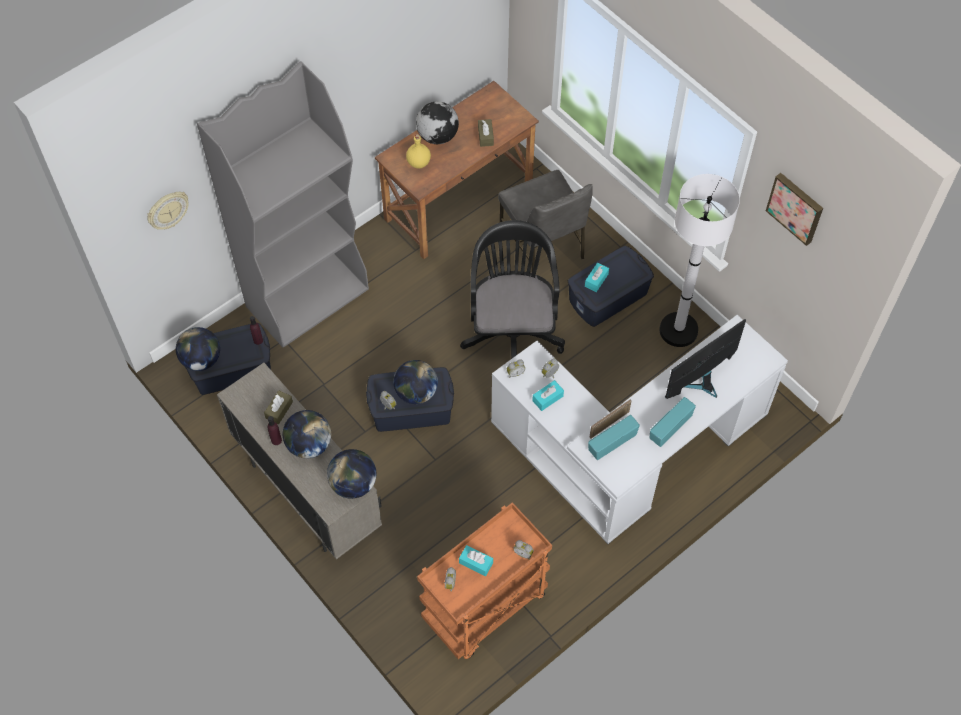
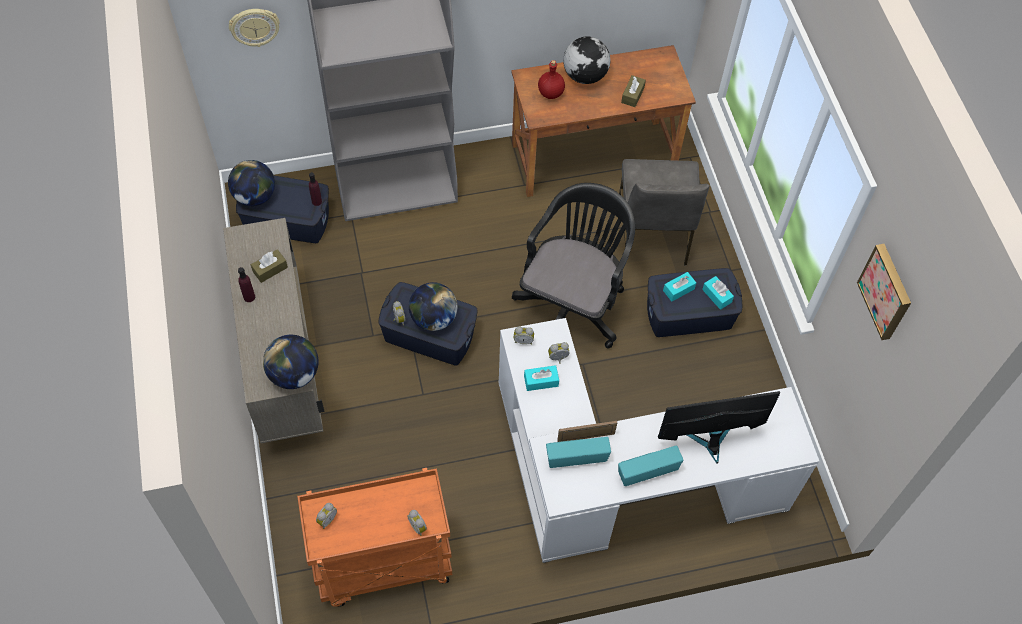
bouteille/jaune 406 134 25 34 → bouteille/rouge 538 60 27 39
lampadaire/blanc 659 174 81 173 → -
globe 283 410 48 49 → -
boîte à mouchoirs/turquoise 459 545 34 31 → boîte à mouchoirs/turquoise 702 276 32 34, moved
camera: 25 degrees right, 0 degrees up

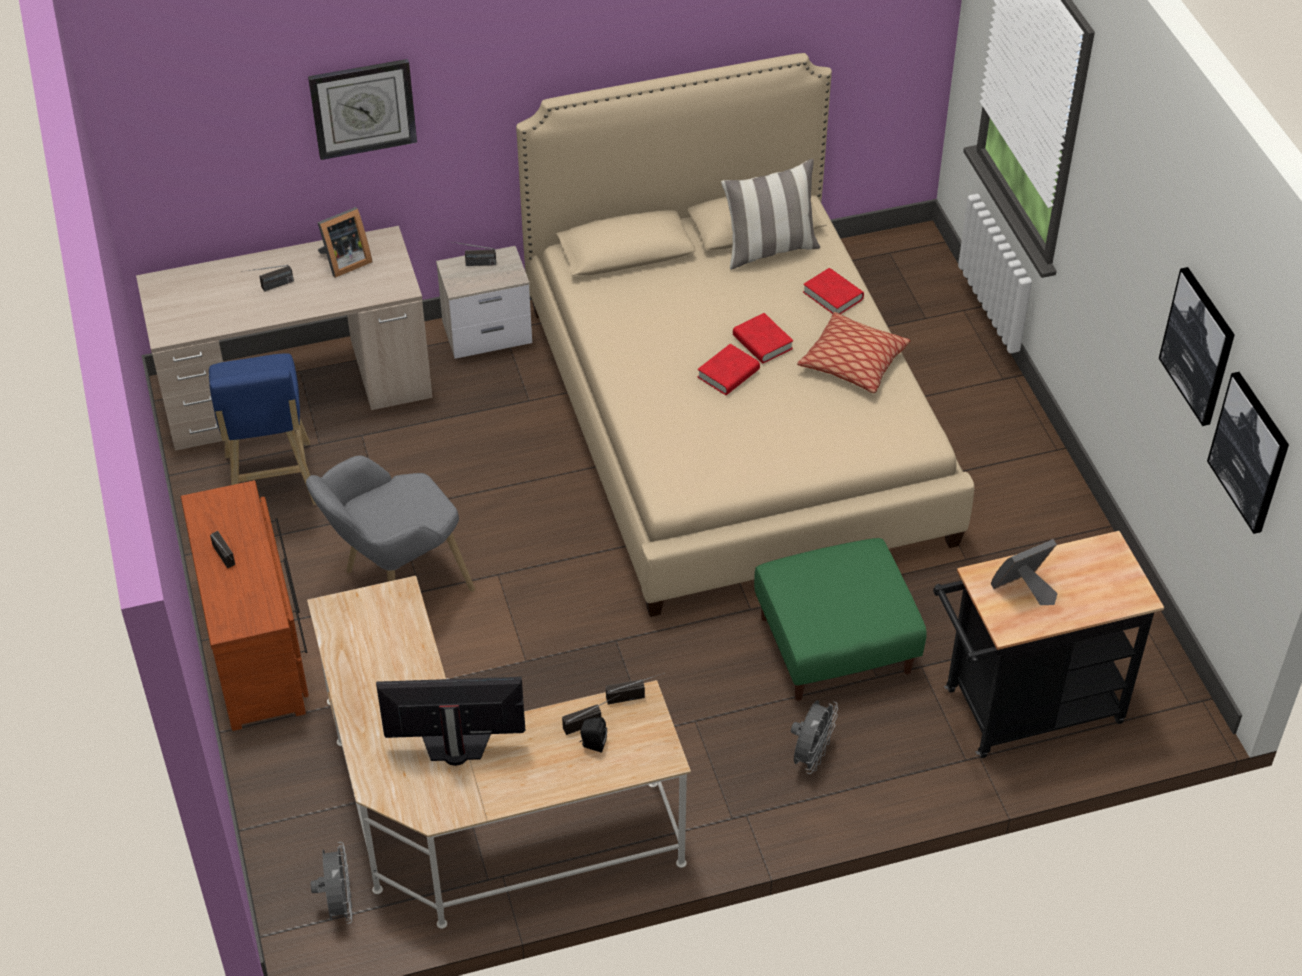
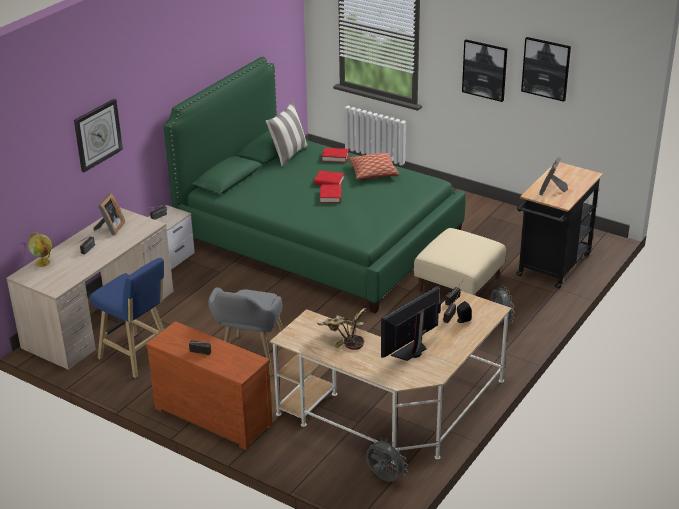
lit/beige 516 53 458 564 → lit/vert 164 57 302 256
tableau 1207 372 82 162 → tableau 462 40 45 62, moved
pouf/vert 754 538 173 163 → pouf/beige 414 228 92 67
- → globe 28 232 24 35
- → plante en pot 317 308 50 42
camera: 40 degrees left, 15 degrees down

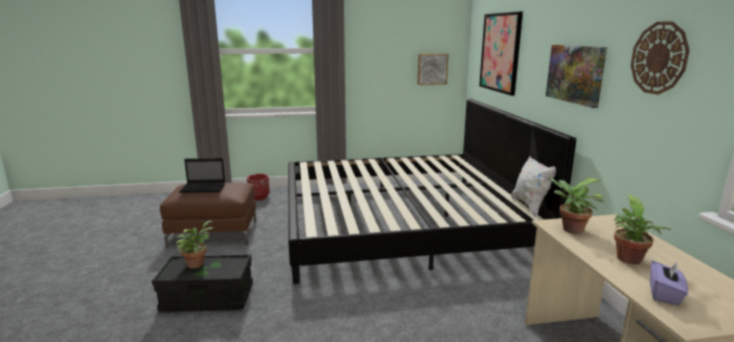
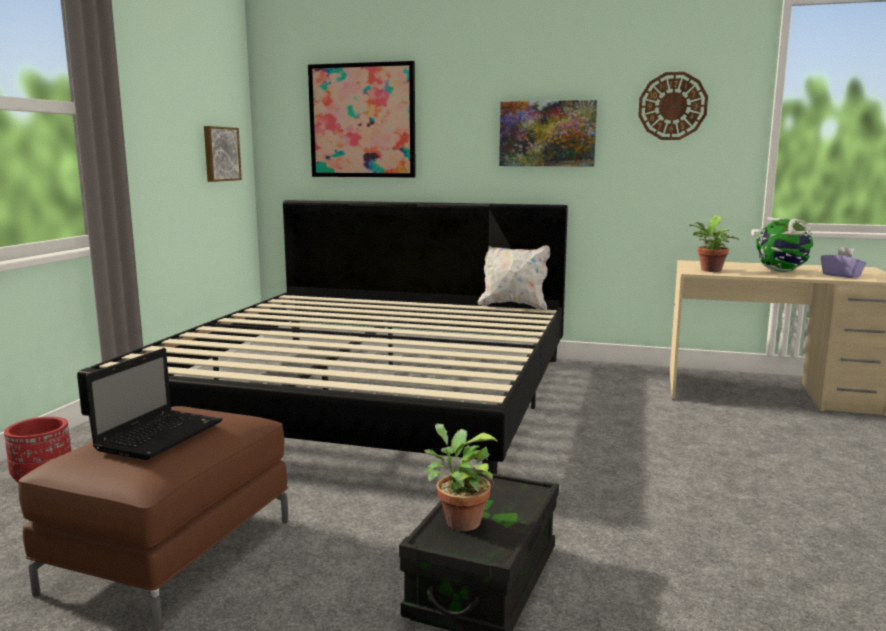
plante en pot 614 195 57 69 → globe 756 217 57 55
camera: 65 degrees left, 5 degrees down

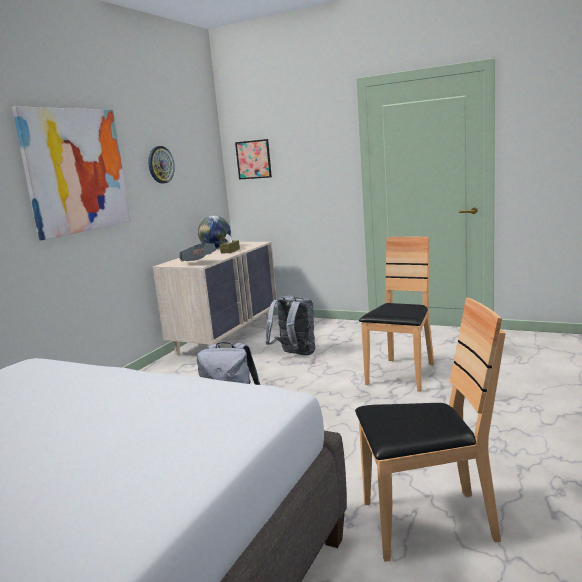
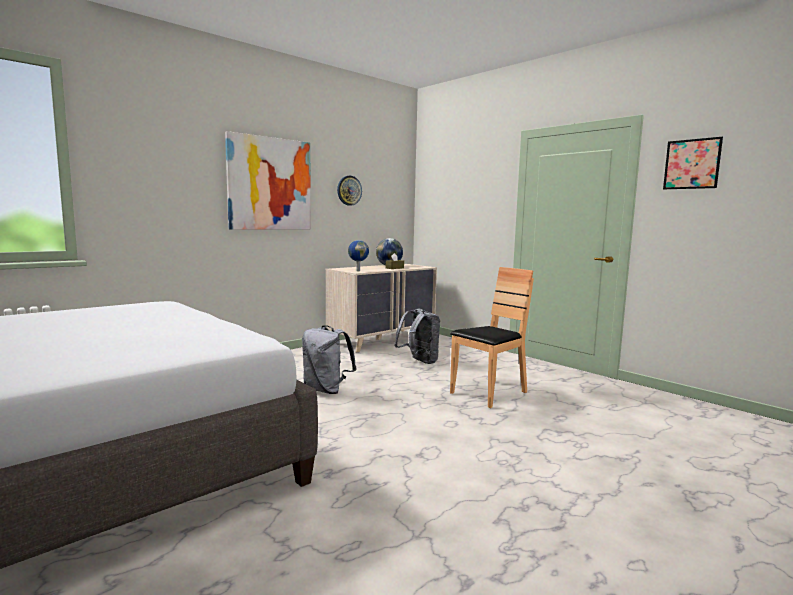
tableau 235 139 37 41 → tableau 663 137 60 52, moved
journal 180 243 36 18 → globe 348 240 21 31
chaise/marron 355 298 151 264 → -
camera: 20 degrees right, 5 degrees down

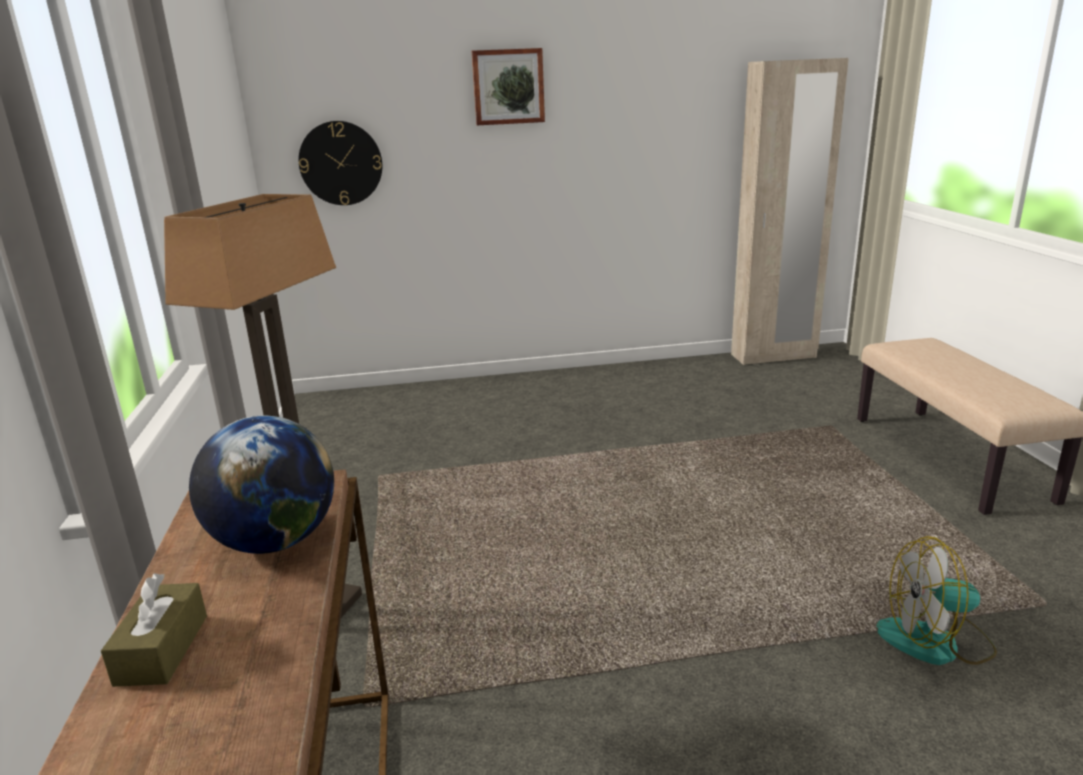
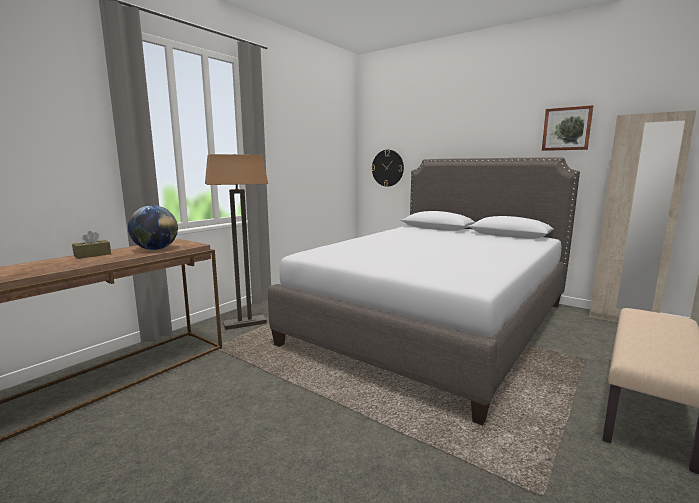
tableau 472 48 73 77 → tableau 542 105 51 46, moved
ventilateur 876 536 121 129 → -
- → lit/gris 268 158 312 268
camera: 45 degrees right, 10 degrees down

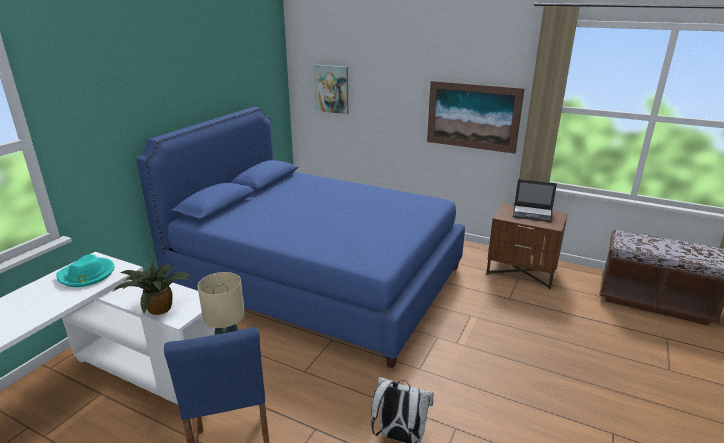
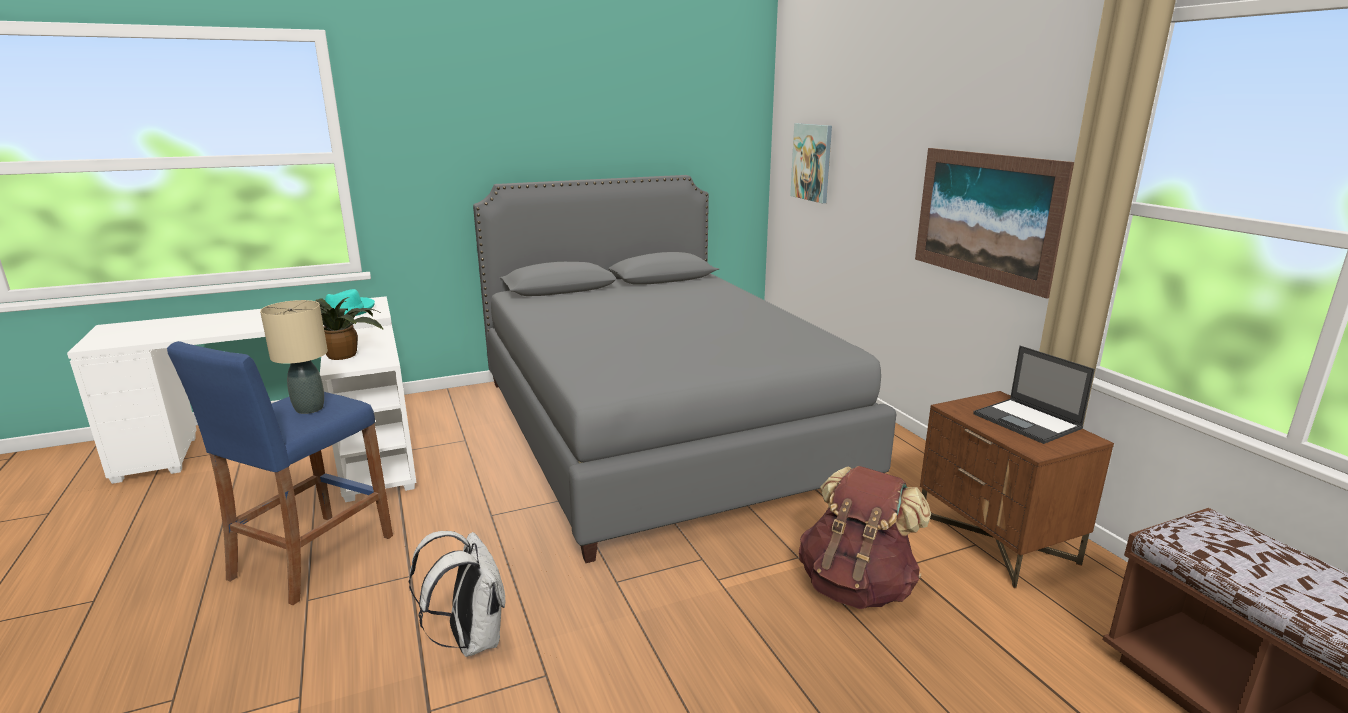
lit/bleu 136 107 329 261 → lit/gris 473 175 423 388
- → sac à dos/marron 799 466 132 143
camera: 40 degrees right, 5 degrees down

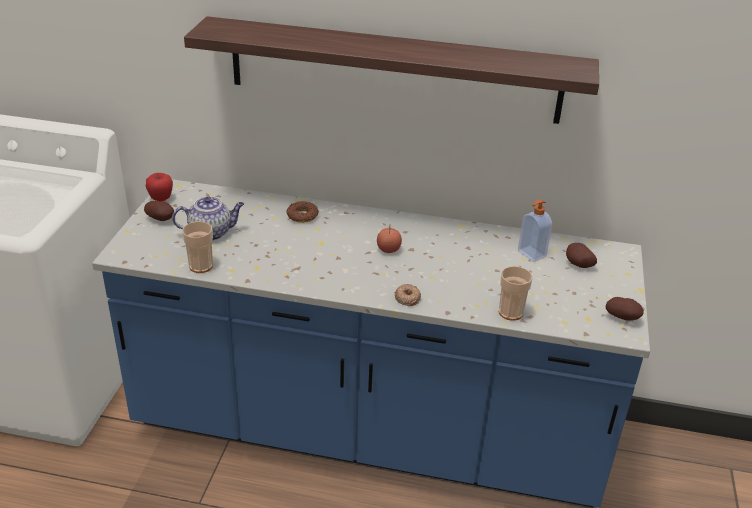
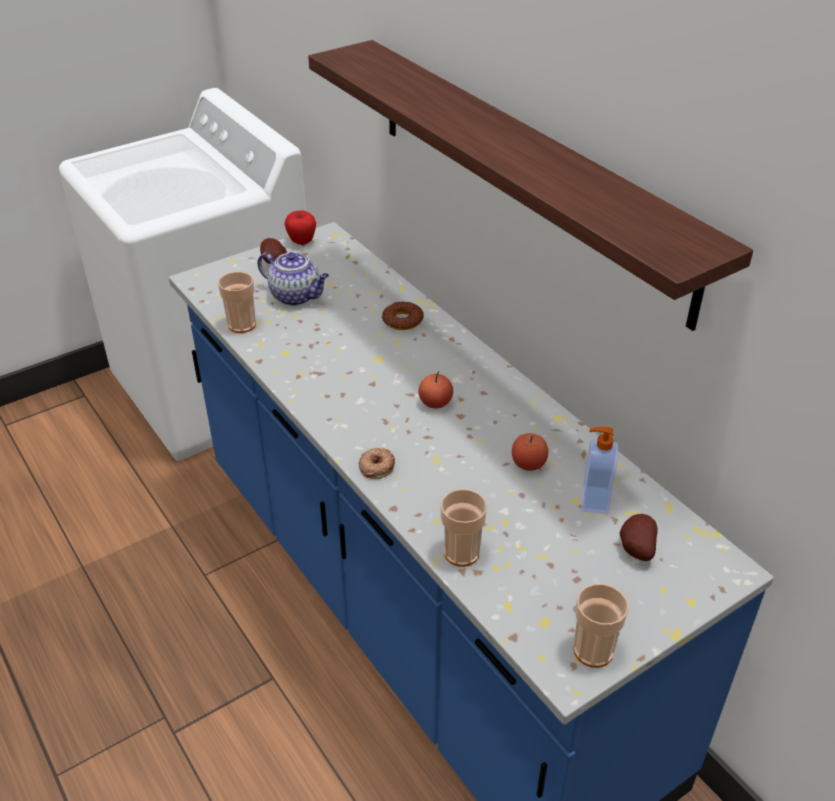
pomme de terre 606 297 38 23 → tasse 574 584 55 84
- → pomme 512 433 36 38
camera: 45 degrees right, 5 degrees up

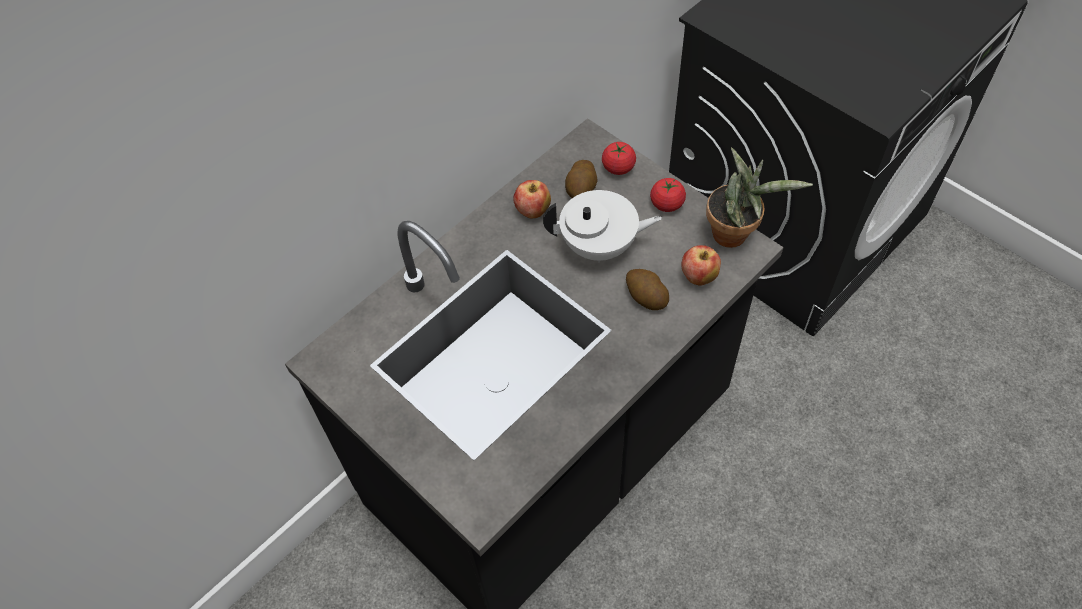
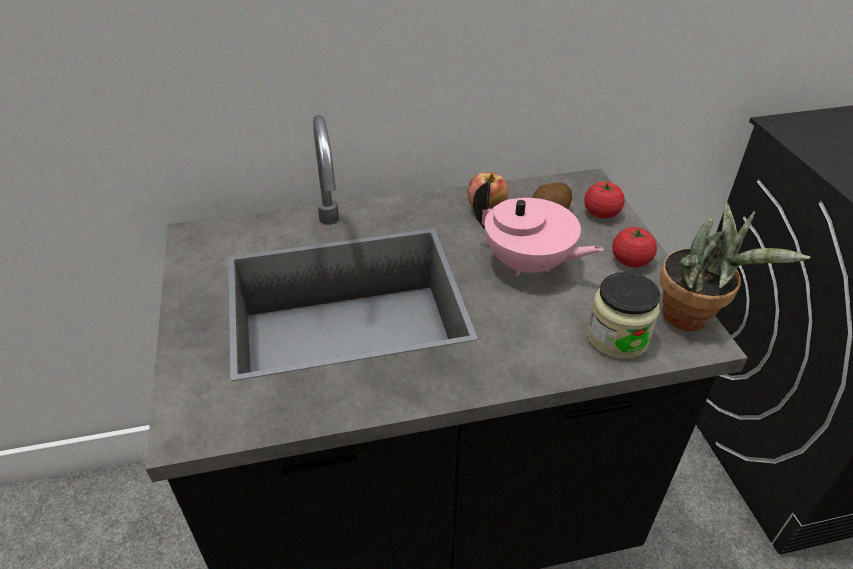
théière/blanc 543 190 119 73 → théière/rose 473 180 131 97
pomme 681 245 40 41 → bocal 587 272 73 88
pomme de terre 626 269 43 41 → -
camera: 30 degrees right, 15 degrees down

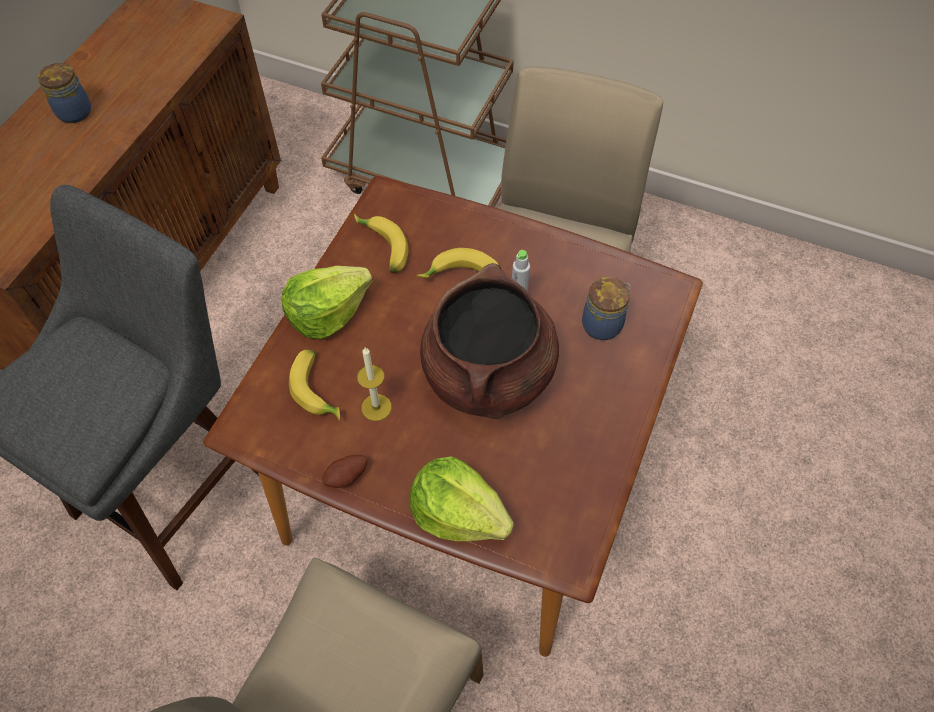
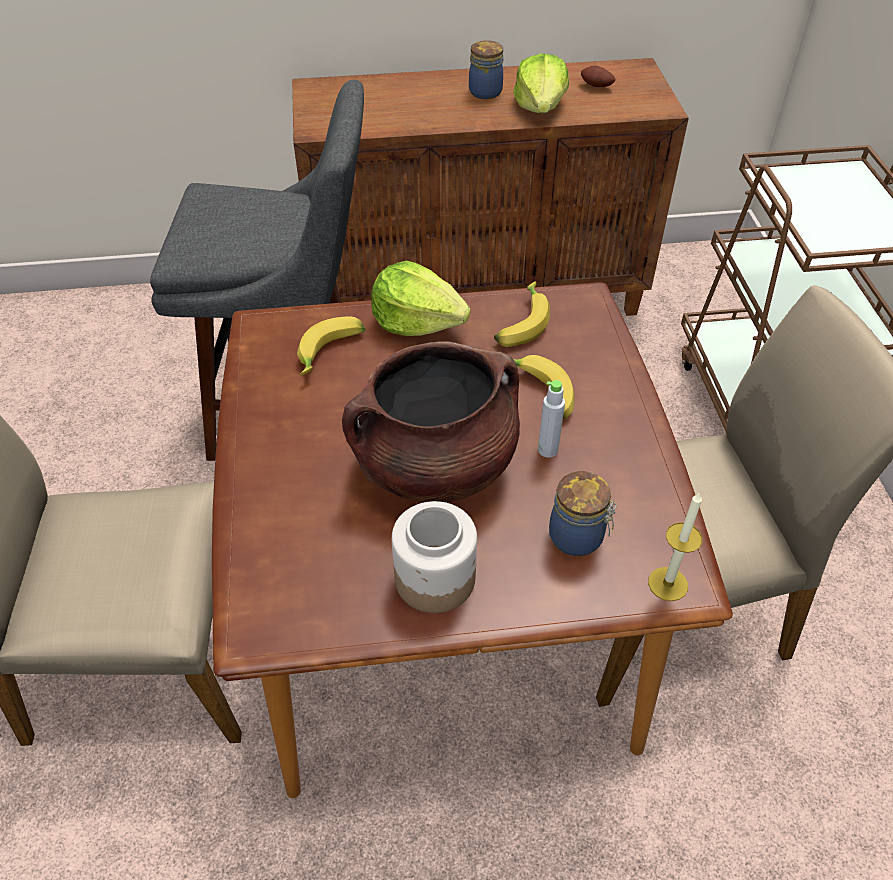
bougie 357 347 35 74 → bougie 648 492 54 109, moved
pomme de terre 322 455 46 33 → pomme de terre 581 66 34 21, moved
laitue 410 457 104 84 → laitue 513 53 56 60, moved
- → bocal 392 501 85 112
camera: 60 degrees right, 10 degrees down

